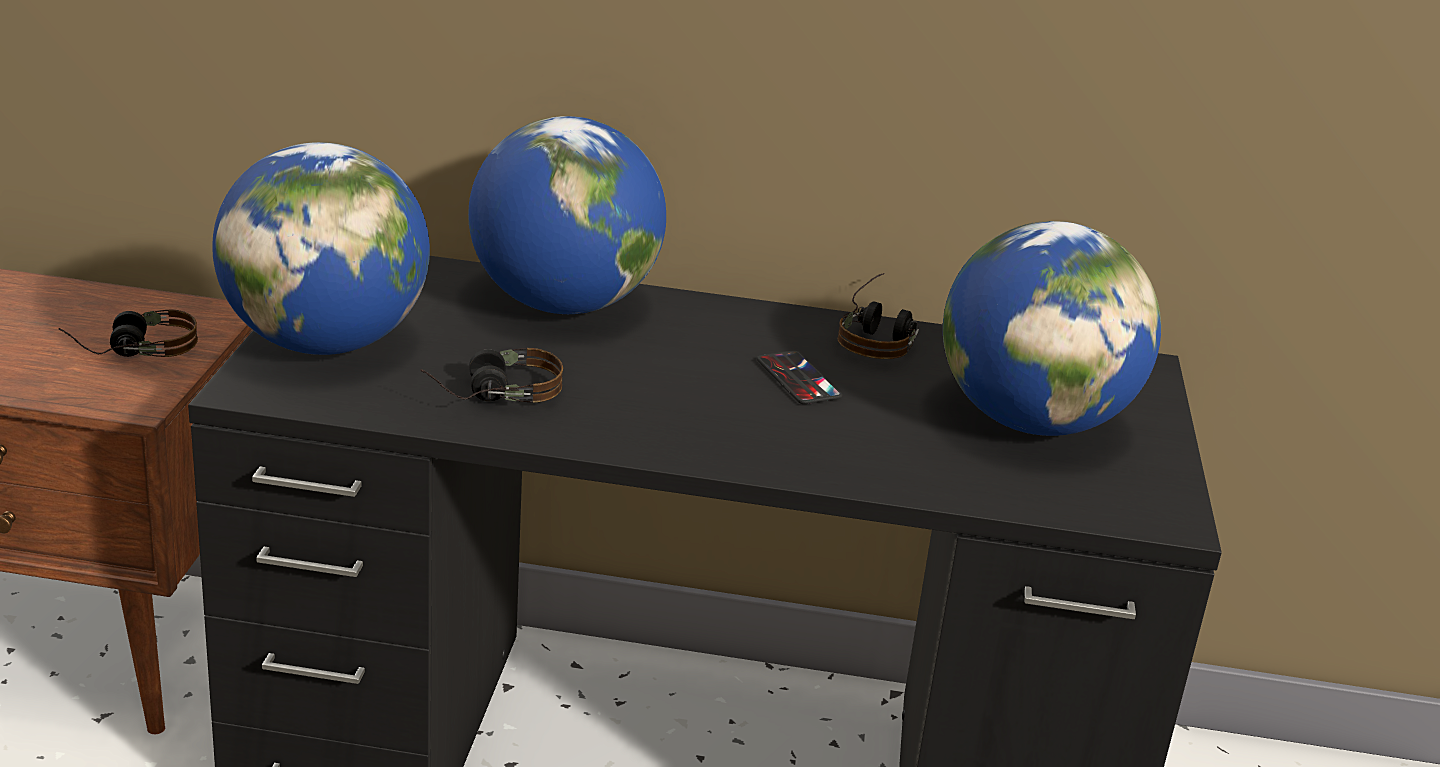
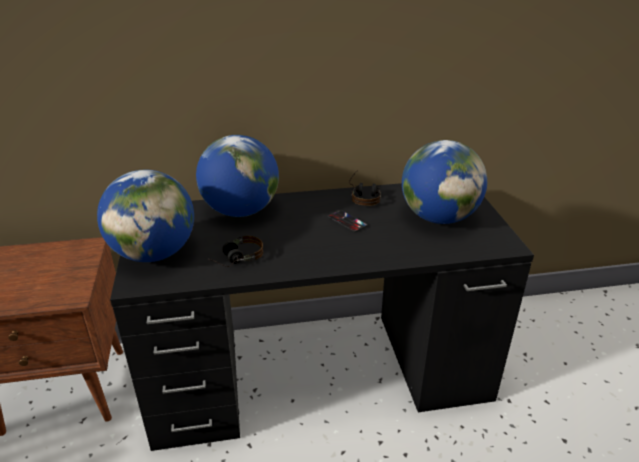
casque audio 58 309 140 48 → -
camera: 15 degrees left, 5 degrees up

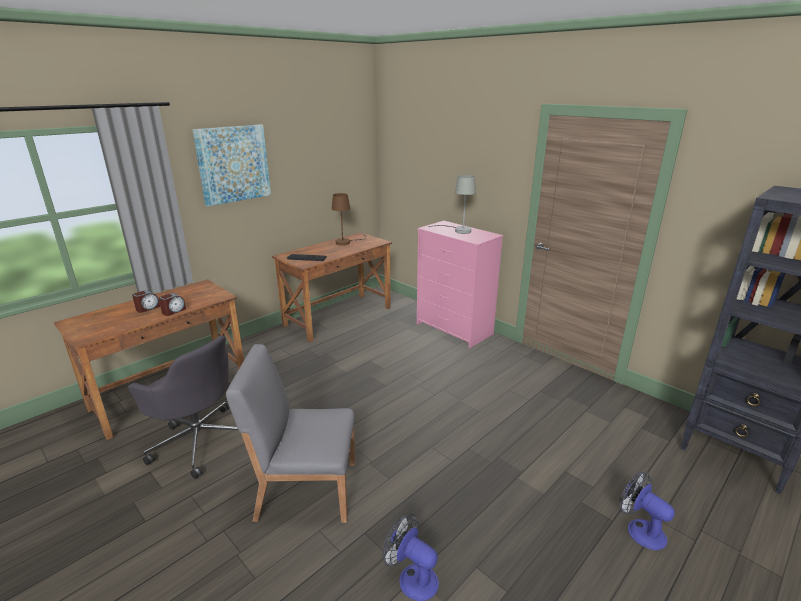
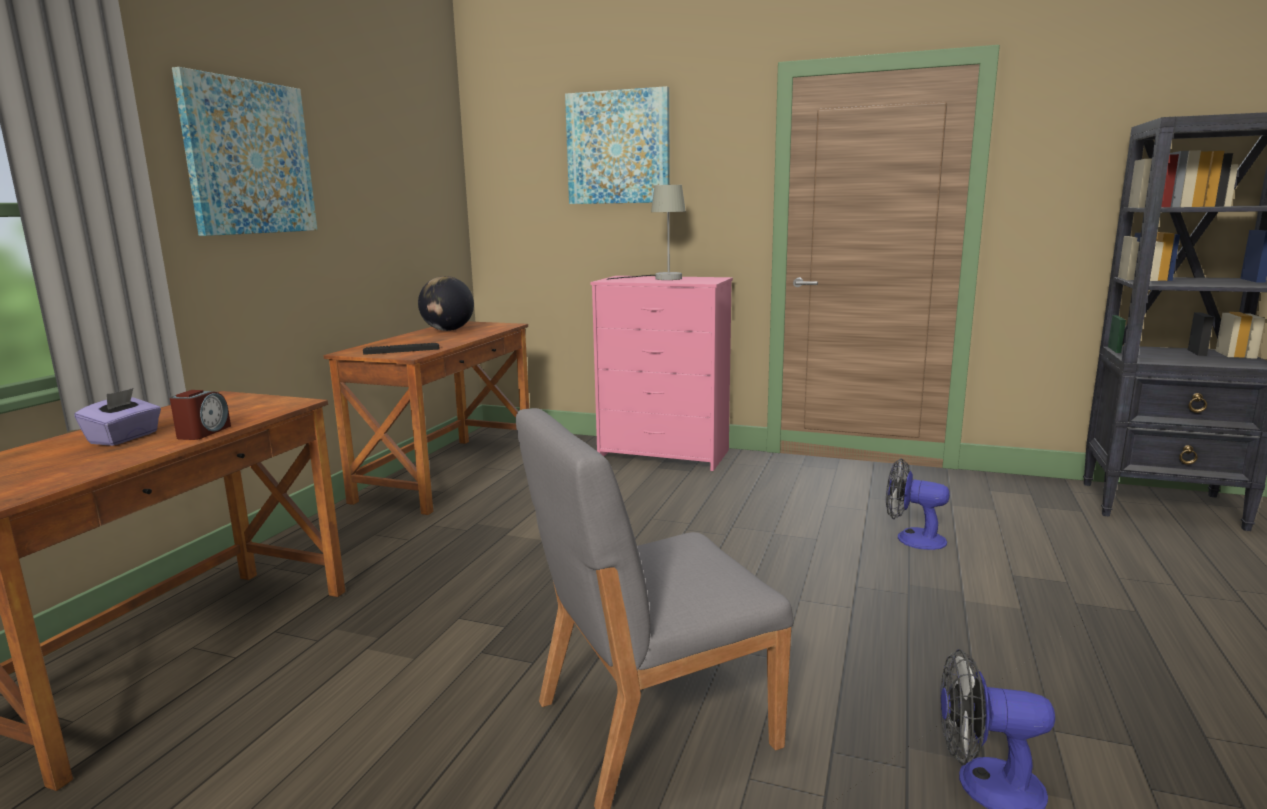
lampe de table/marron 332 193 34 53 → globe 418 276 56 55
réveil 132 290 28 23 → boîte à mouchoirs/violet 74 388 87 58
chaise de bureau/gris 128 335 110 144 → -
ventilateur 619 471 56 79 → ventilateur 886 458 64 92, moved
- → tableau 565 86 105 118
camera: 25 degrees left, 10 degrees down

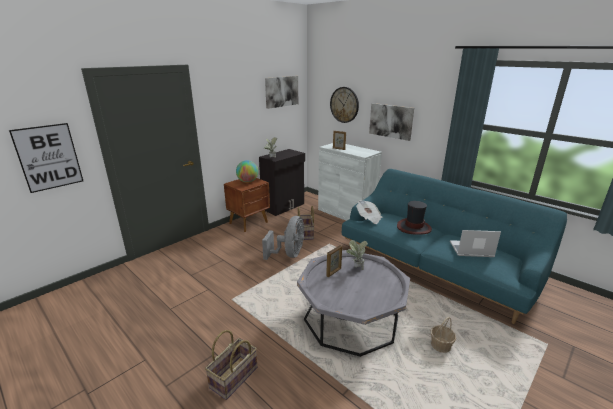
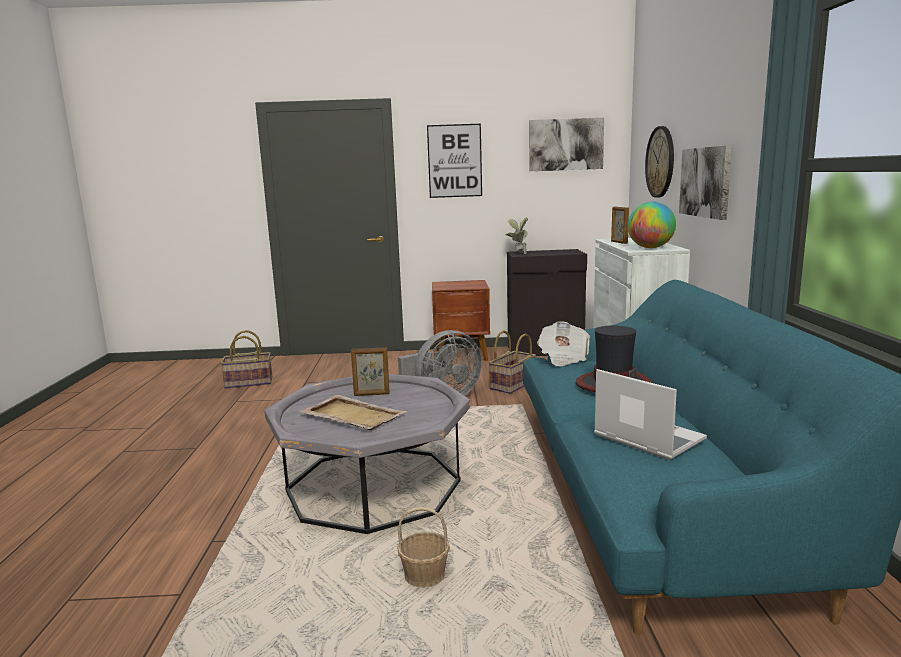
tableau 9 123 74 70 → tableau 427 124 55 74, moved
globe 236 160 22 23 → globe 628 202 48 46, moved
plante en pot 346 240 22 30 → -
panier 205 330 52 70 → panier 220 330 52 59, moved
- → plateau/beige 299 395 108 35
camera: 45 degrees right, 10 degrees down

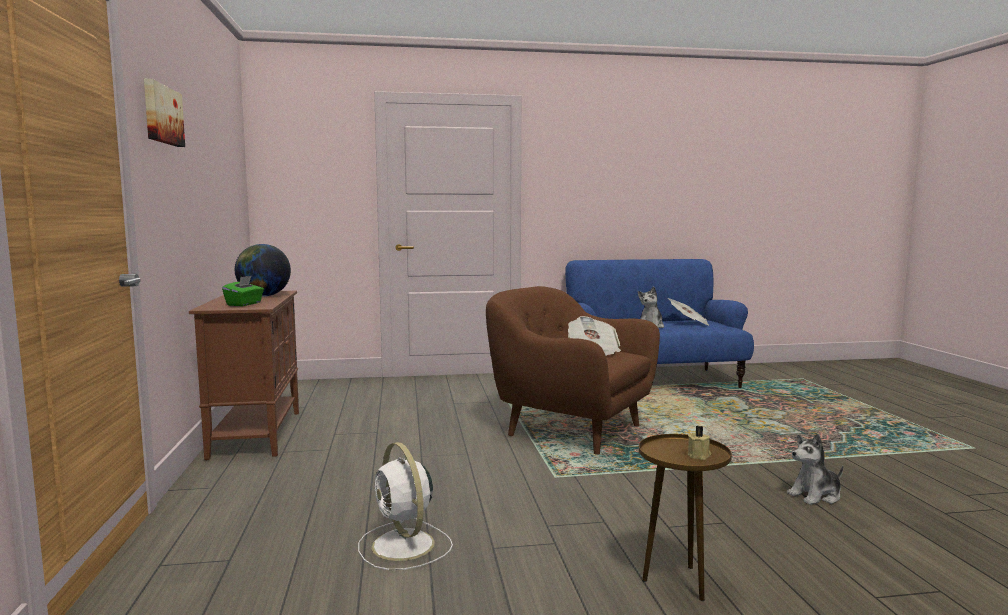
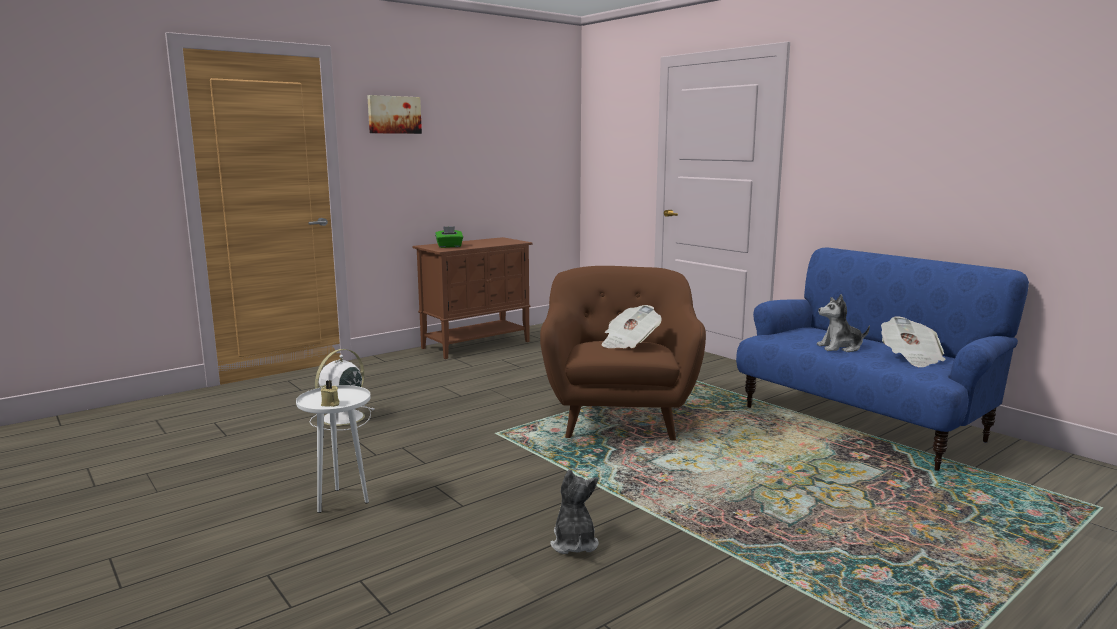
globe 235 244 56 52 → -
table d'appoint/marron 639 434 93 167 → table d'appoint/blanc 296 385 75 128
peluche 787 434 56 71 → peluche 550 469 49 85, 45 degrees clockwise
camera: 60 degrees right, 5 degrees up

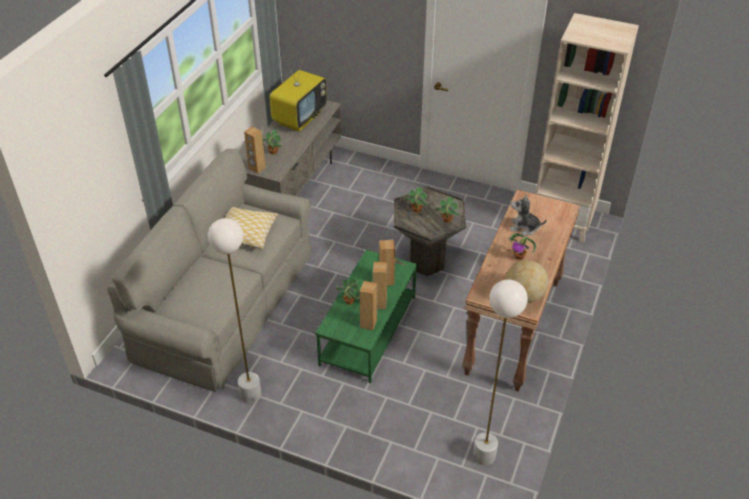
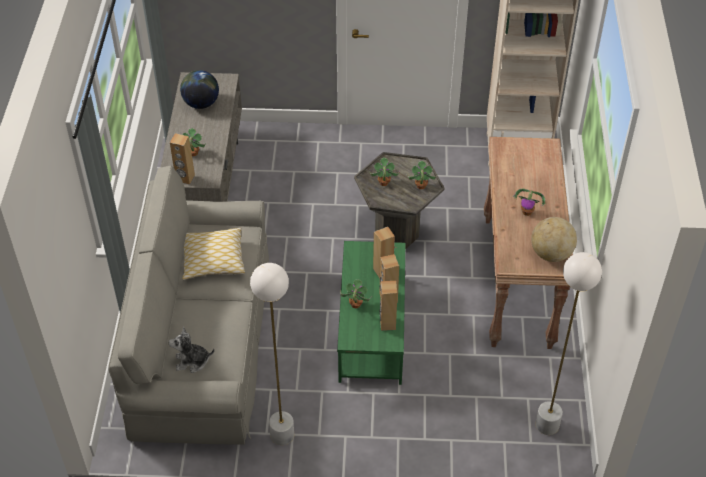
téléviseur 270 58 57 74 → globe 180 70 39 39
peluche 510 194 37 41 → peluche 168 327 47 46, moved
camera: 20 degrees left, 5 degrees up

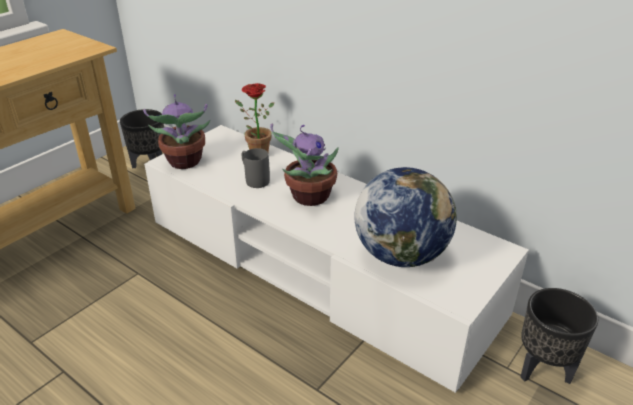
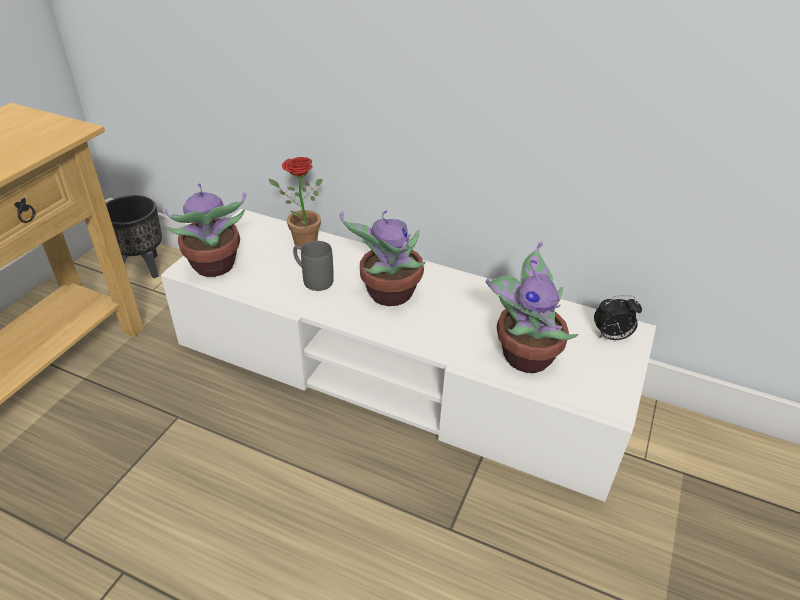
globe 354 167 103 100 → plante en pot 486 242 93 131
cache-pot/noir 521 288 77 96 → -
- → réveil 594 295 48 45
camera: 15 degrees left, 5 degrees up

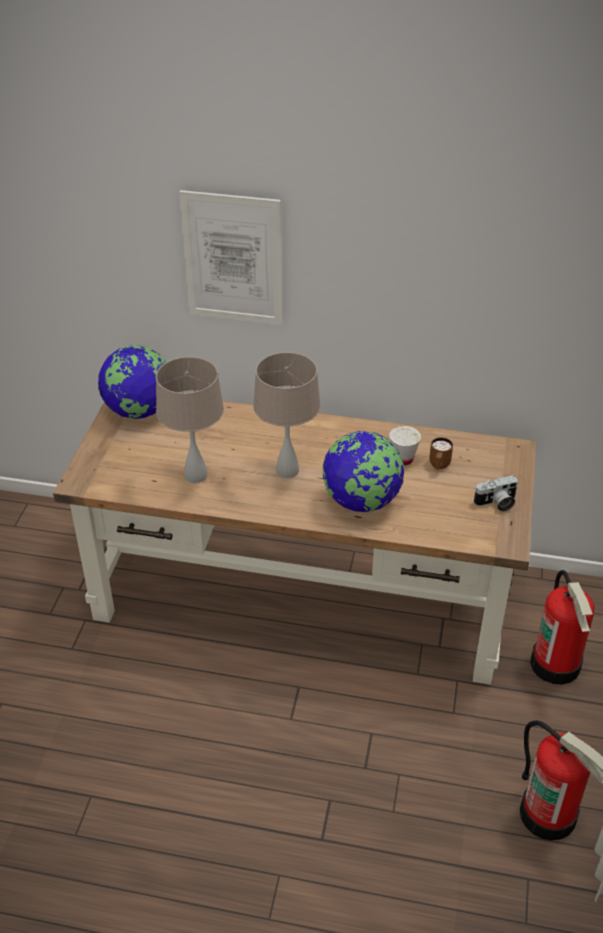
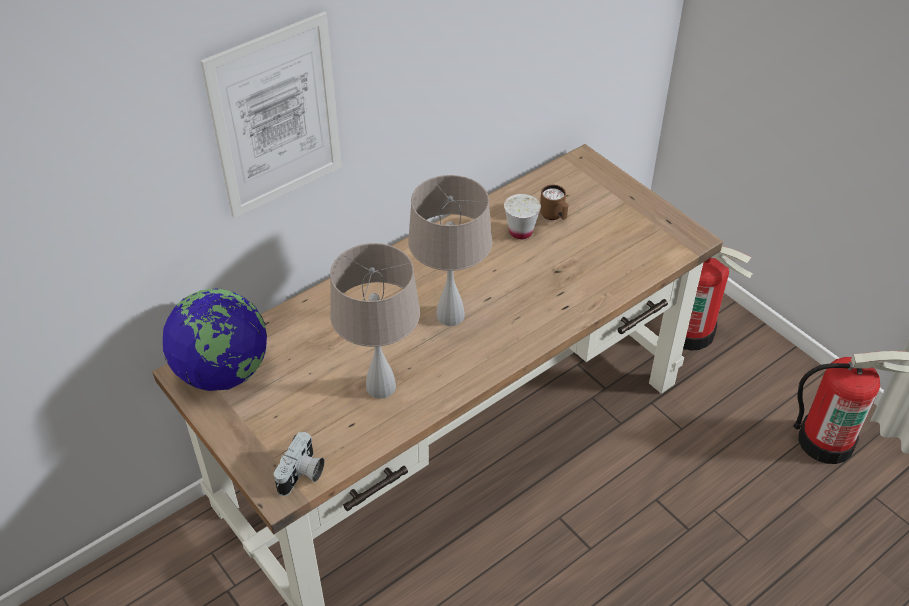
globe 323 431 81 81 → -
appareil photo 474 475 44 37 → appareil photo 274 432 51 64, moved
camera: 50 degrees left, 5 degrees up

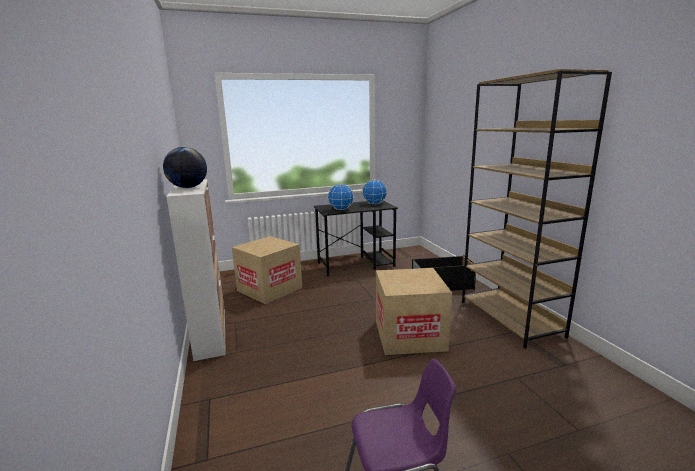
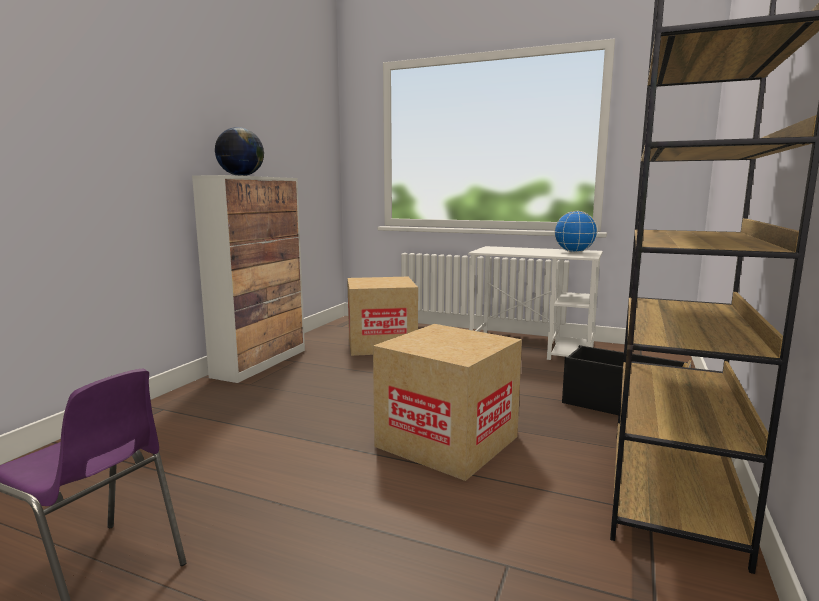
globe 328 184 26 26 → -
bureau/noir 314 201 84 76 → bureau/blanc 468 246 135 114
camera: 40 degrees right, 5 degrees down

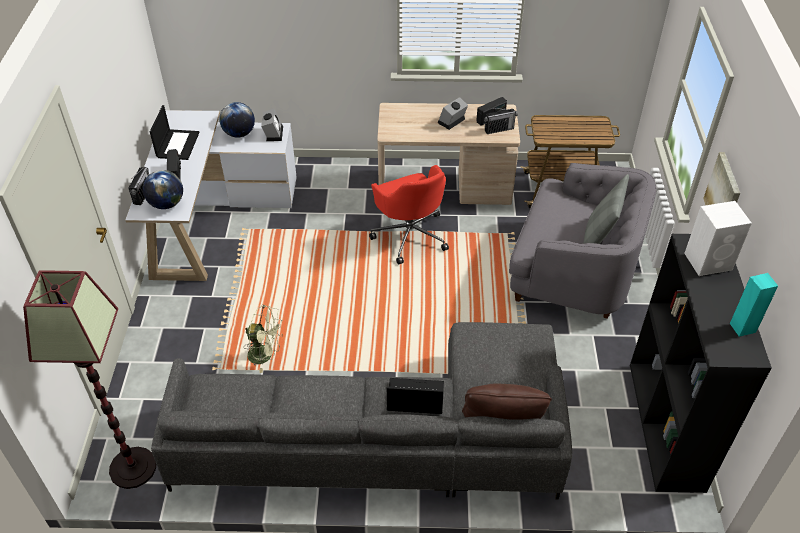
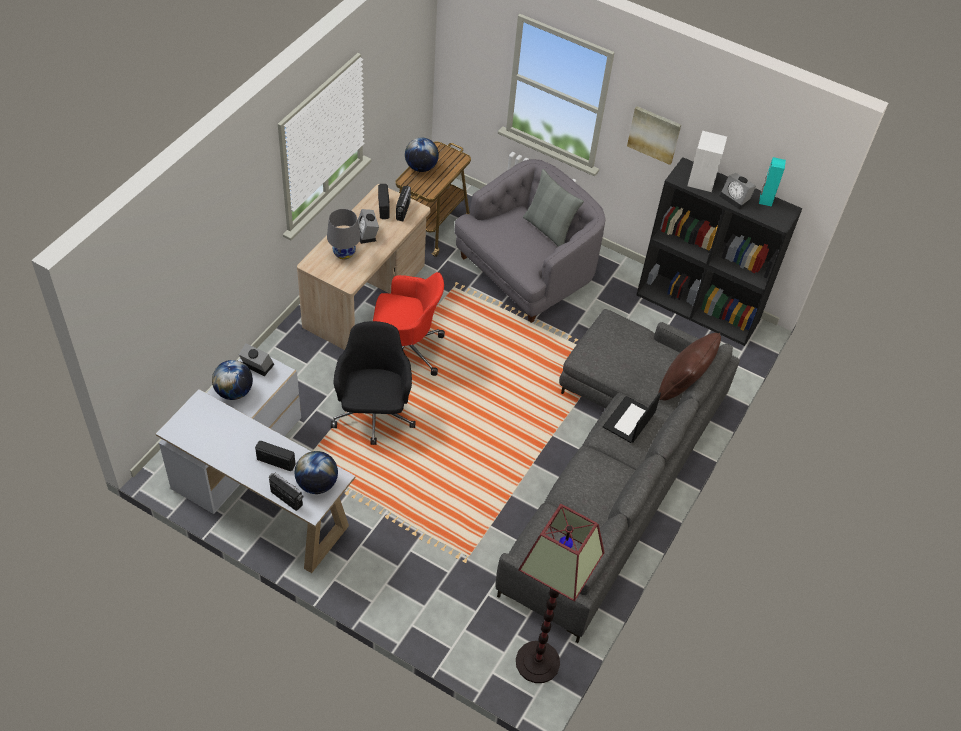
ordinateur portable 150 105 49 55 → -
ventilateur/vert 244 305 39 68 → -
- → globe 405 138 34 34
- → réveil 720 173 36 37
- → lampe de table/gris 327 209 34 51
- → chaise de bureau/noir 331 321 84 124
camera: 65 degrees left, 5 degrees up

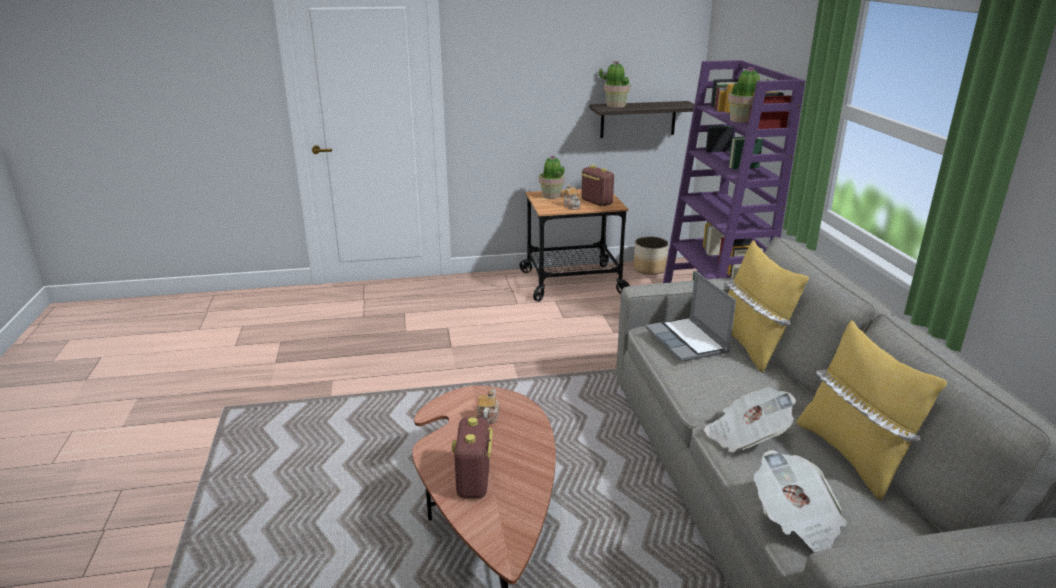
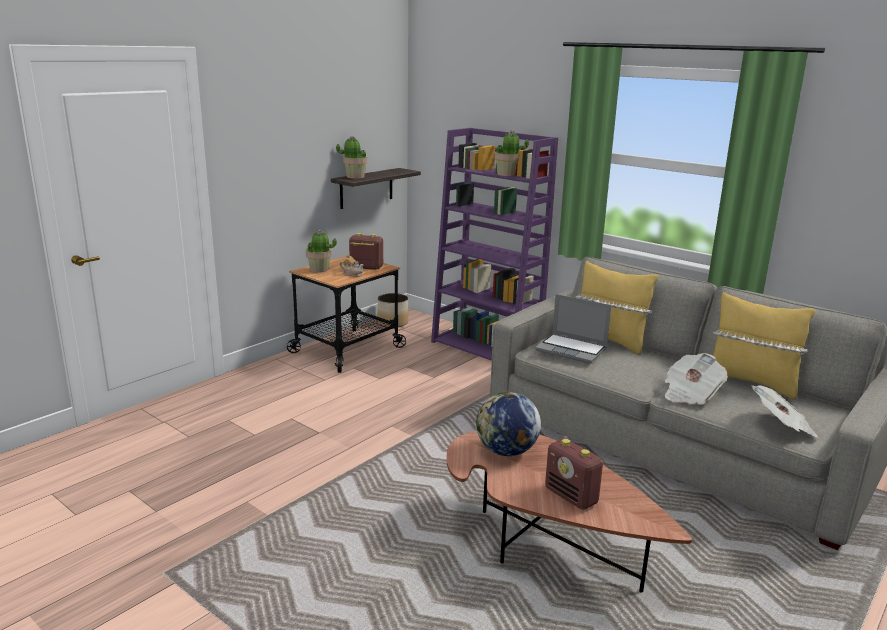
théière 477 388 23 36 → globe 476 392 65 64
camera: 40 degrees left, 5 degrees down

